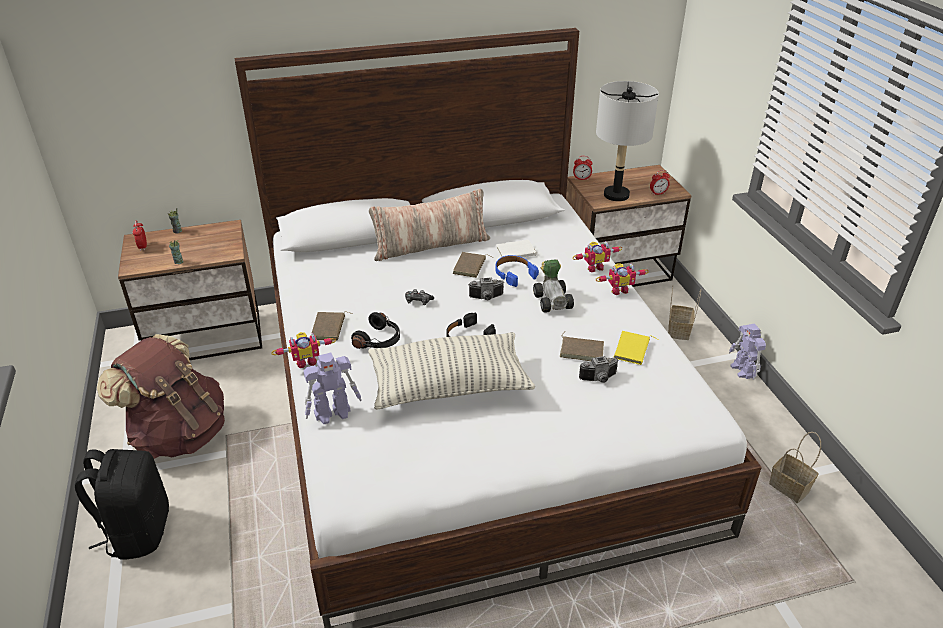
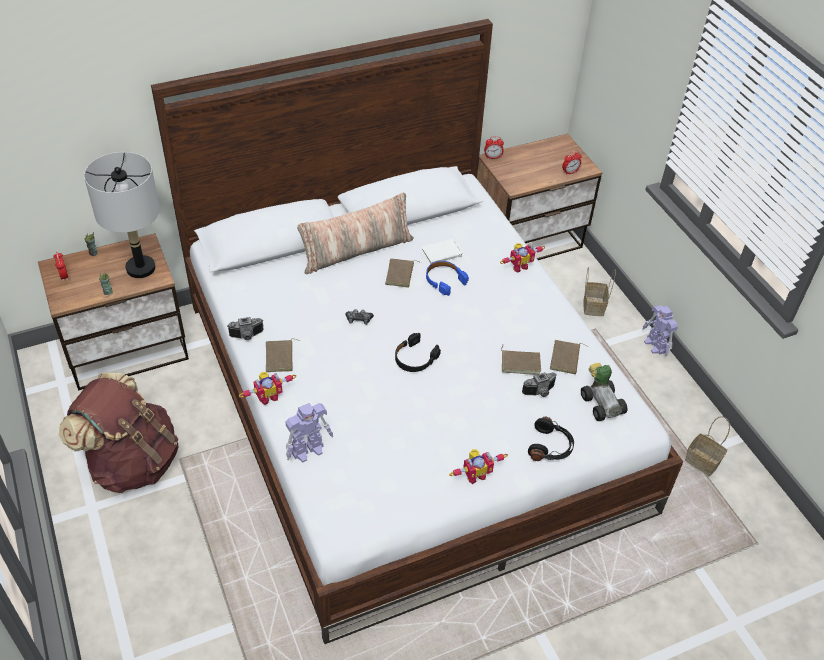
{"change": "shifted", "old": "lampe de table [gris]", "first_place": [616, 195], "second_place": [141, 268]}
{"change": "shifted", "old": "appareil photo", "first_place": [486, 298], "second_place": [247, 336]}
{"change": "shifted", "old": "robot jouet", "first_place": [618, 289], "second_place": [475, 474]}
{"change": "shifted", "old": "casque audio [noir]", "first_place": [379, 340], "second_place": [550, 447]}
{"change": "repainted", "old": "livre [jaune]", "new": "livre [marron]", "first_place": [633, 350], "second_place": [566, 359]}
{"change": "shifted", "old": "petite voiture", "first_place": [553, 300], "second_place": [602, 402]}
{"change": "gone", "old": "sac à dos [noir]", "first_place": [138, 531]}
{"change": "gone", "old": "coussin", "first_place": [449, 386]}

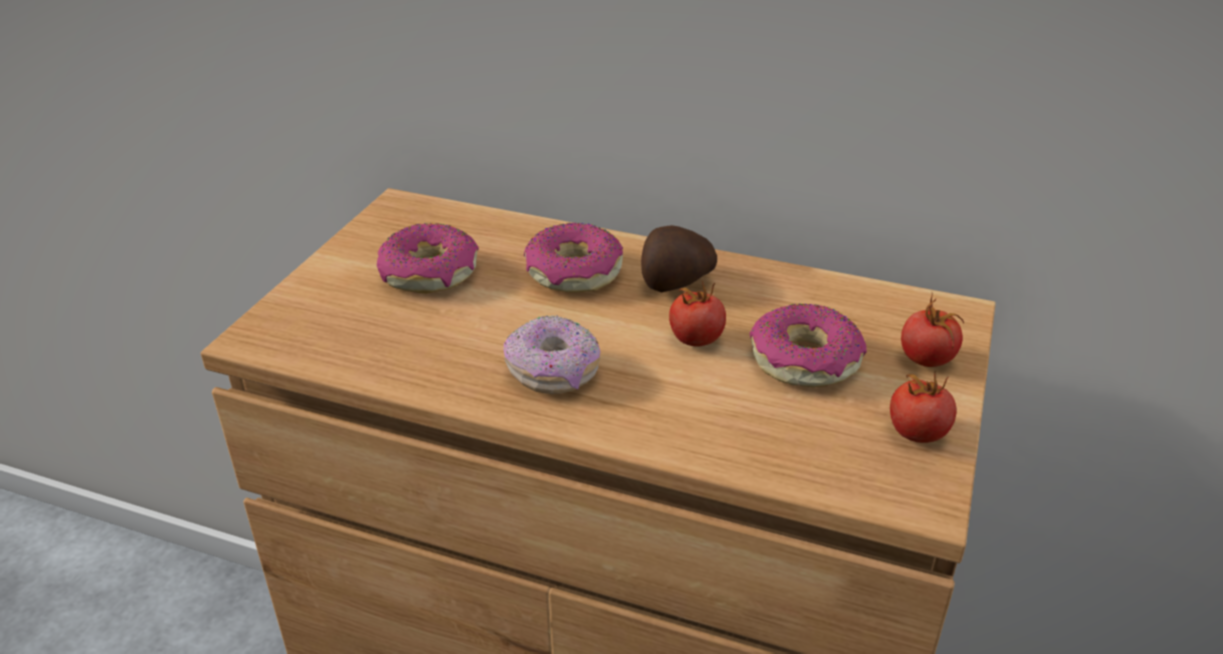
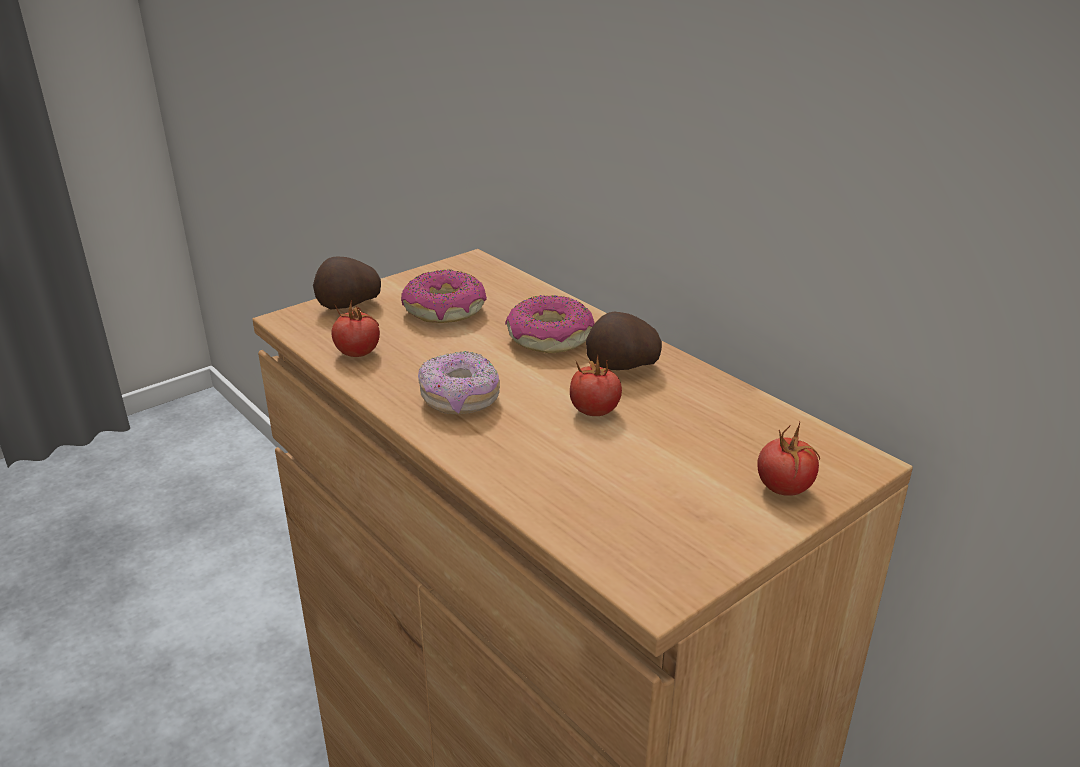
{"change": "new", "new": "pomme de terre", "second_place": [348, 305]}
{"change": "shifted", "old": "tomate", "first_place": [917, 433], "second_place": [358, 353]}
{"change": "gone", "old": "beignet", "first_place": [804, 361]}

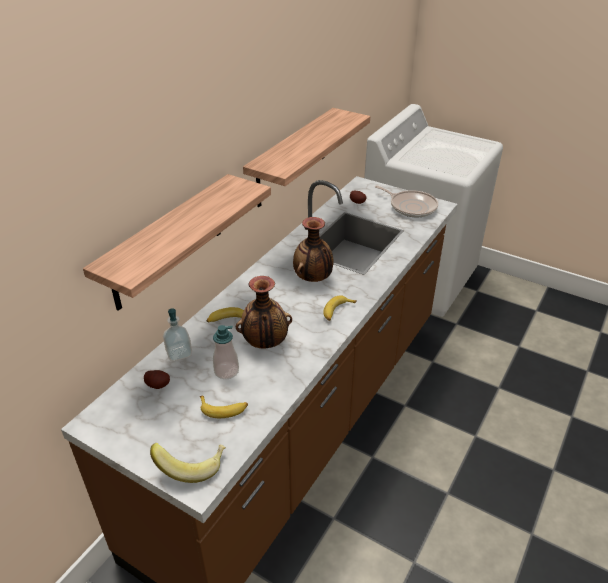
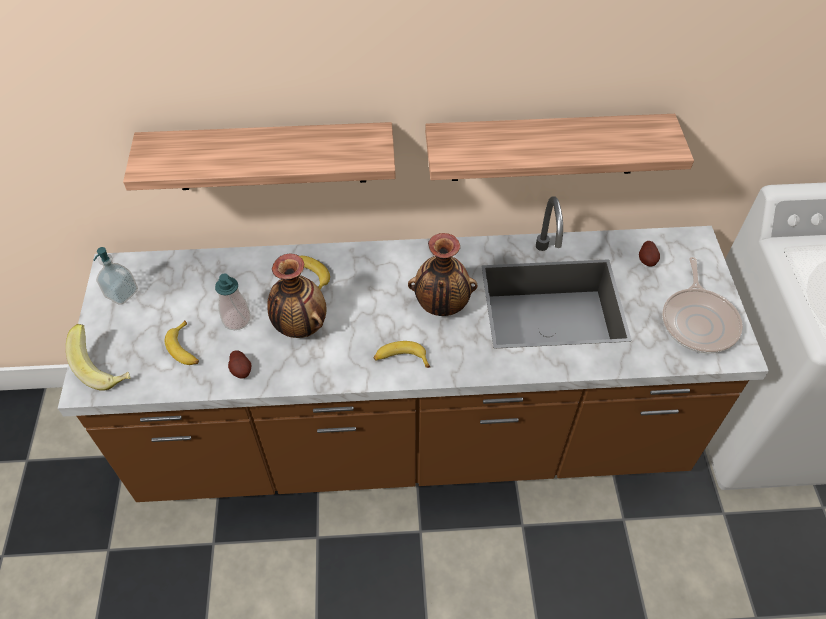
{"change": "shifted", "old": "distributeur de savon", "first_place": [179, 353], "second_place": [121, 293]}
{"change": "shifted", "old": "pomme de terre", "first_place": [158, 384], "second_place": [241, 370]}

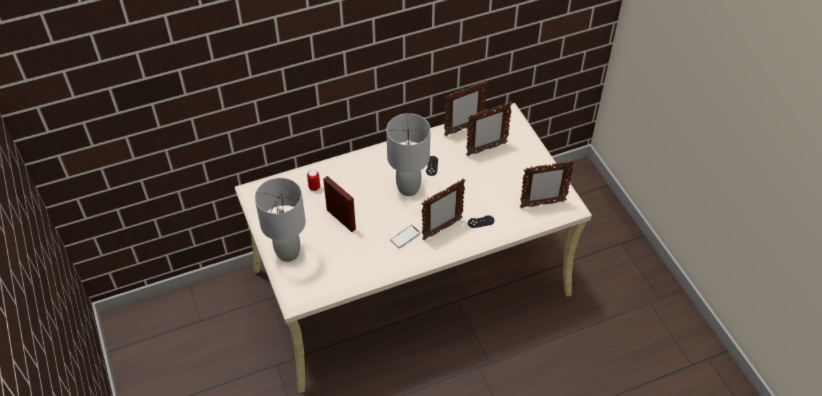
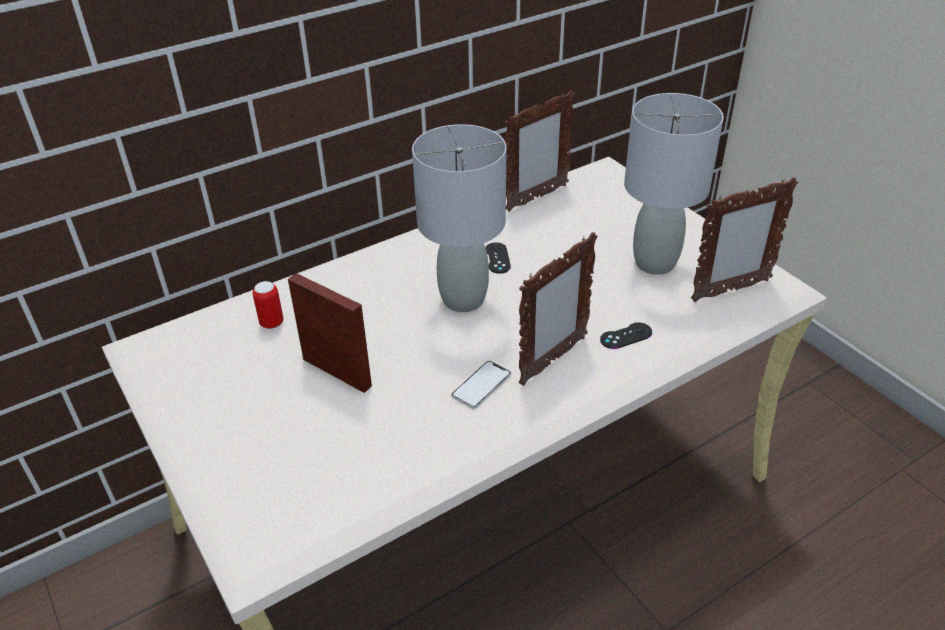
{"change": "shifted", "old": "lampe de table [gris]", "first_place": [288, 253], "second_place": [654, 262]}
{"change": "gone", "old": "cadre photo", "first_place": [486, 149]}

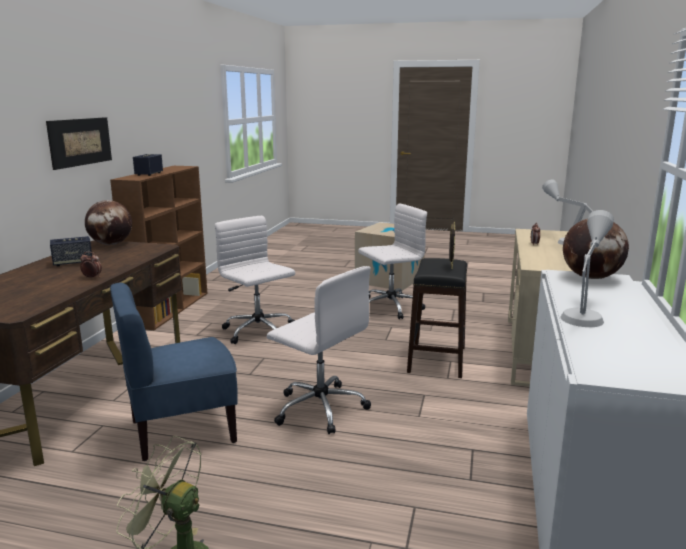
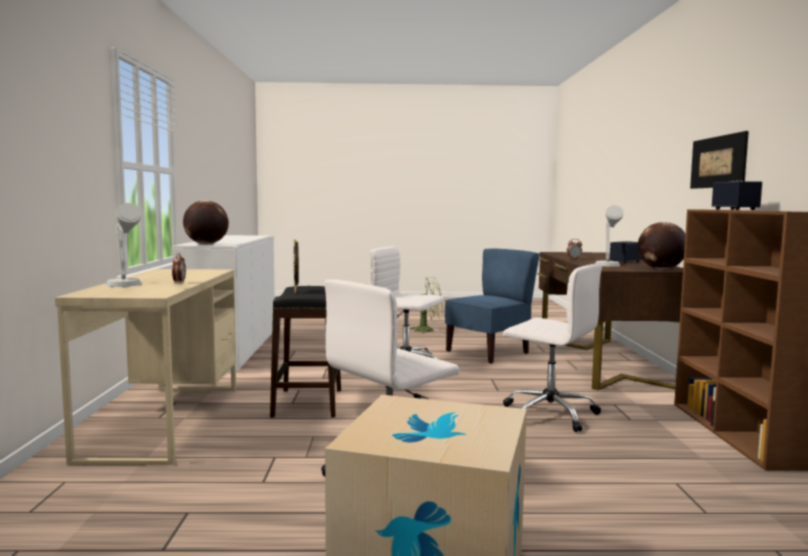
{"change": "shifted", "old": "lampe de table [gris]", "first_place": [585, 313], "second_place": [608, 266]}

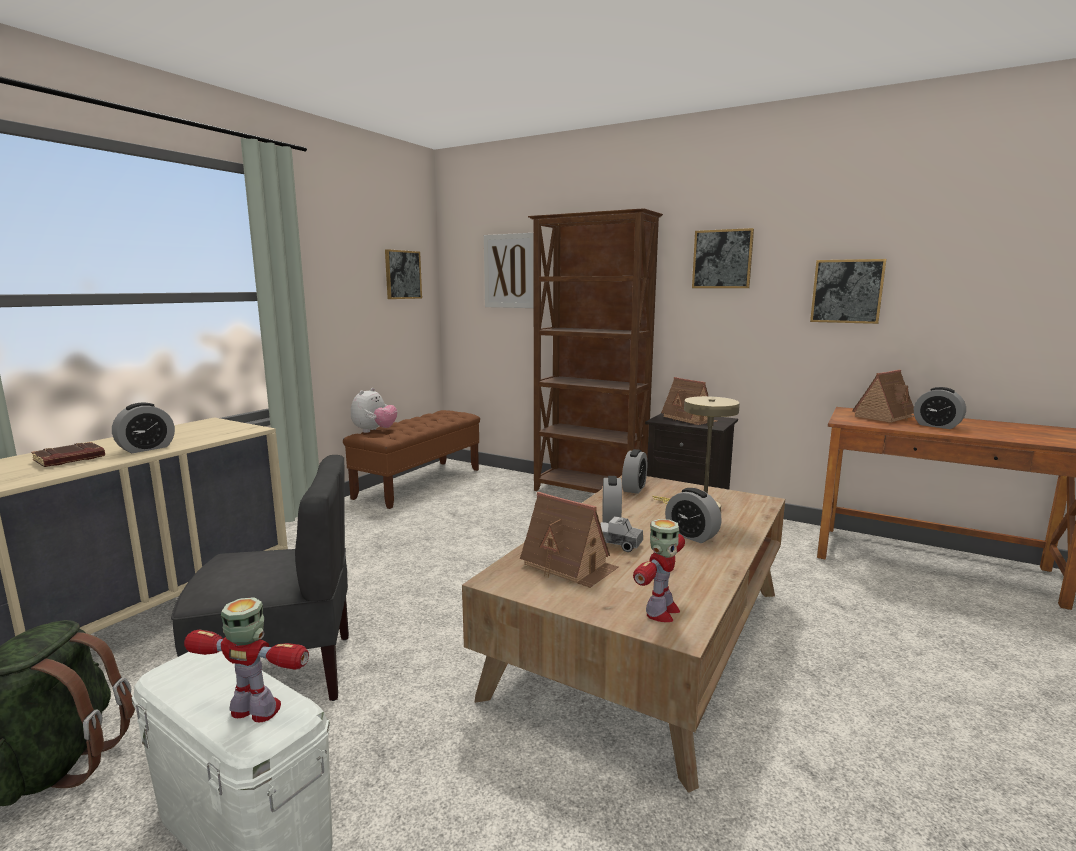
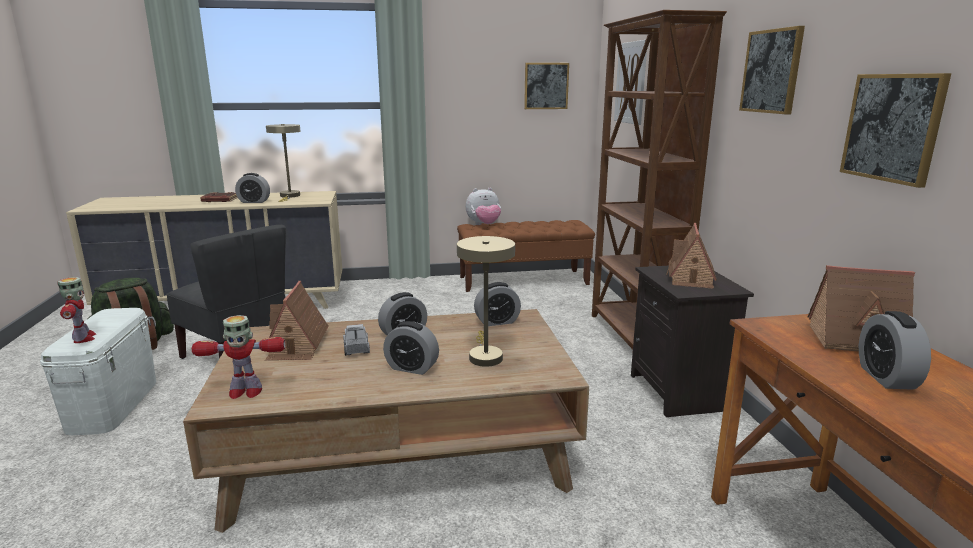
{"change": "new", "new": "lampe de table [beige]", "second_place": [289, 196]}
{"change": "rotated", "old": "réveil", "first_place": [691, 535], "second_place": [412, 368], "degrees": -75}

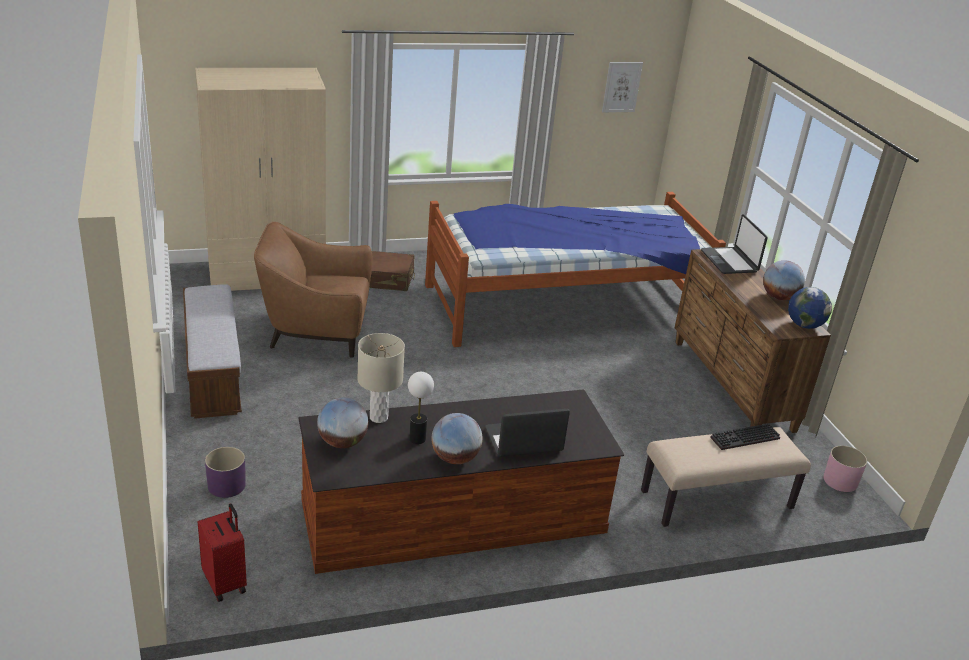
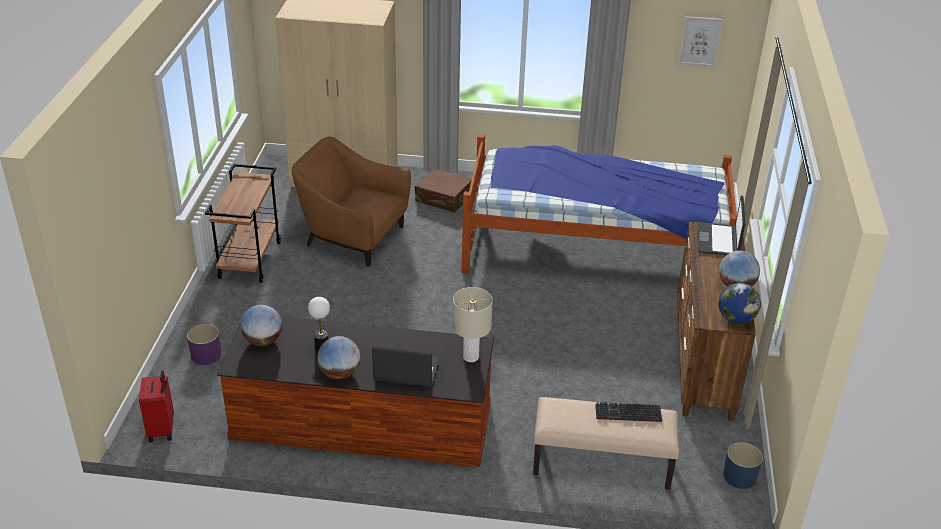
{"change": "swapped", "old": "banc", "new": "chariot [marron]", "first_place": [213, 373], "second_place": [249, 259]}
{"change": "shifted", "old": "lampe de table [beige]", "first_place": [379, 417], "second_place": [471, 357]}
{"change": "repainted", "old": "cache-pot [rose]", "new": "cache-pot [bleu]", "first_place": [840, 481], "second_place": [739, 476]}

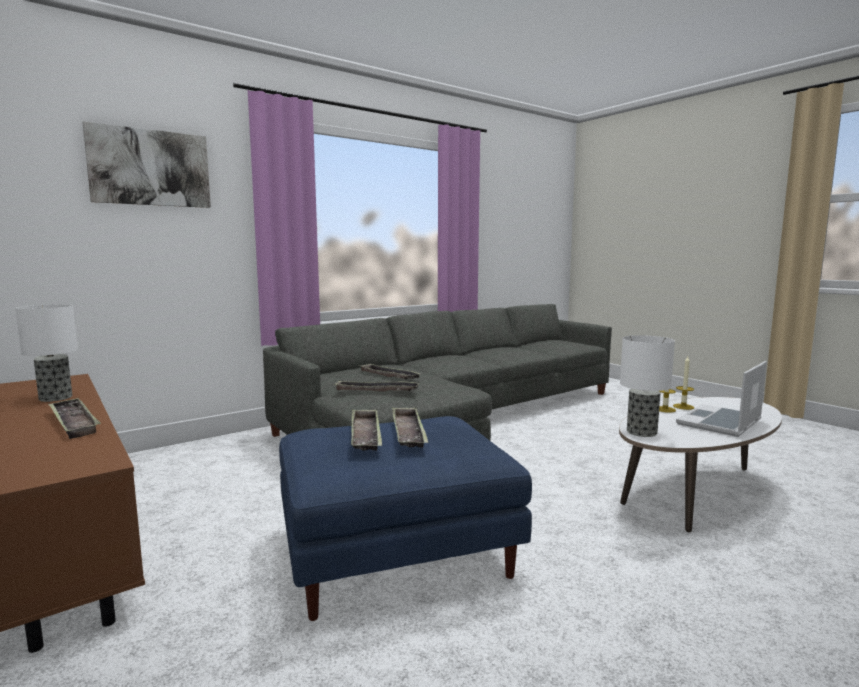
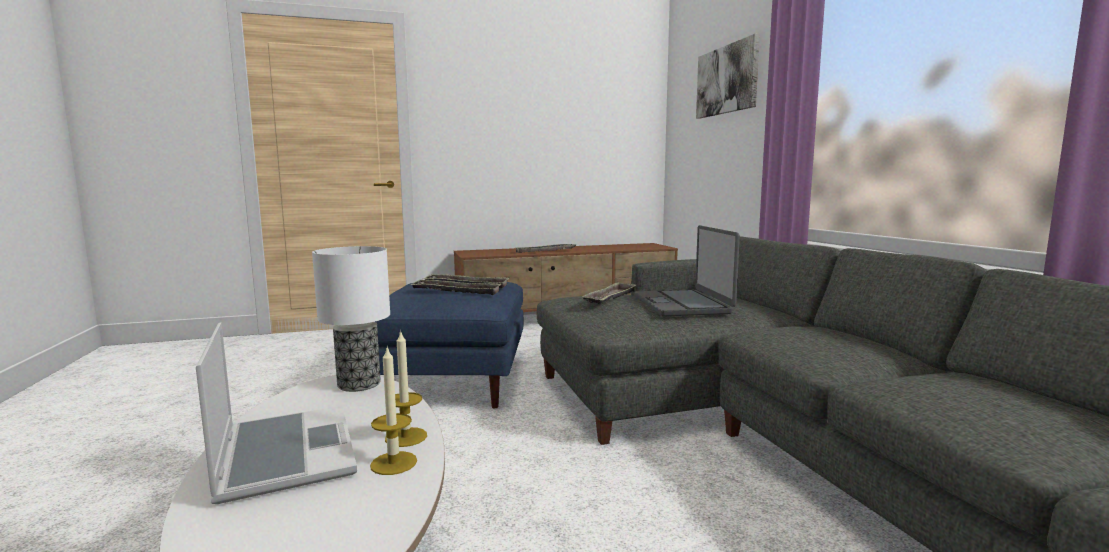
{"change": "swapped", "old": "plateau", "new": "ordinateur portable", "first_place": [389, 375], "second_place": [682, 304]}
{"change": "gone", "old": "lampe de table", "first_place": [55, 398]}

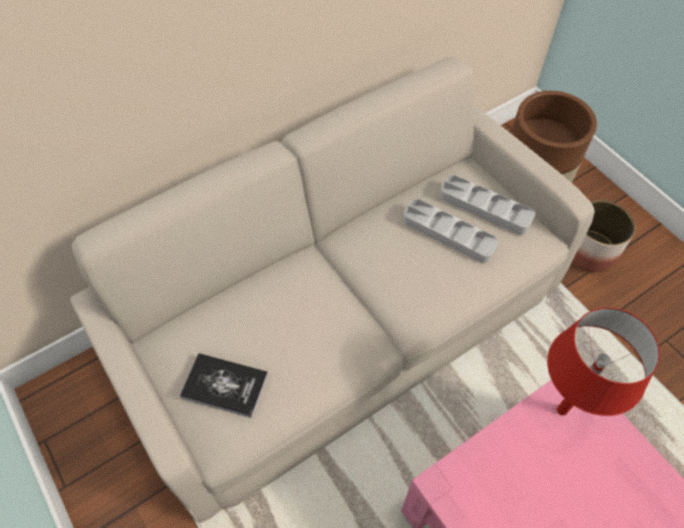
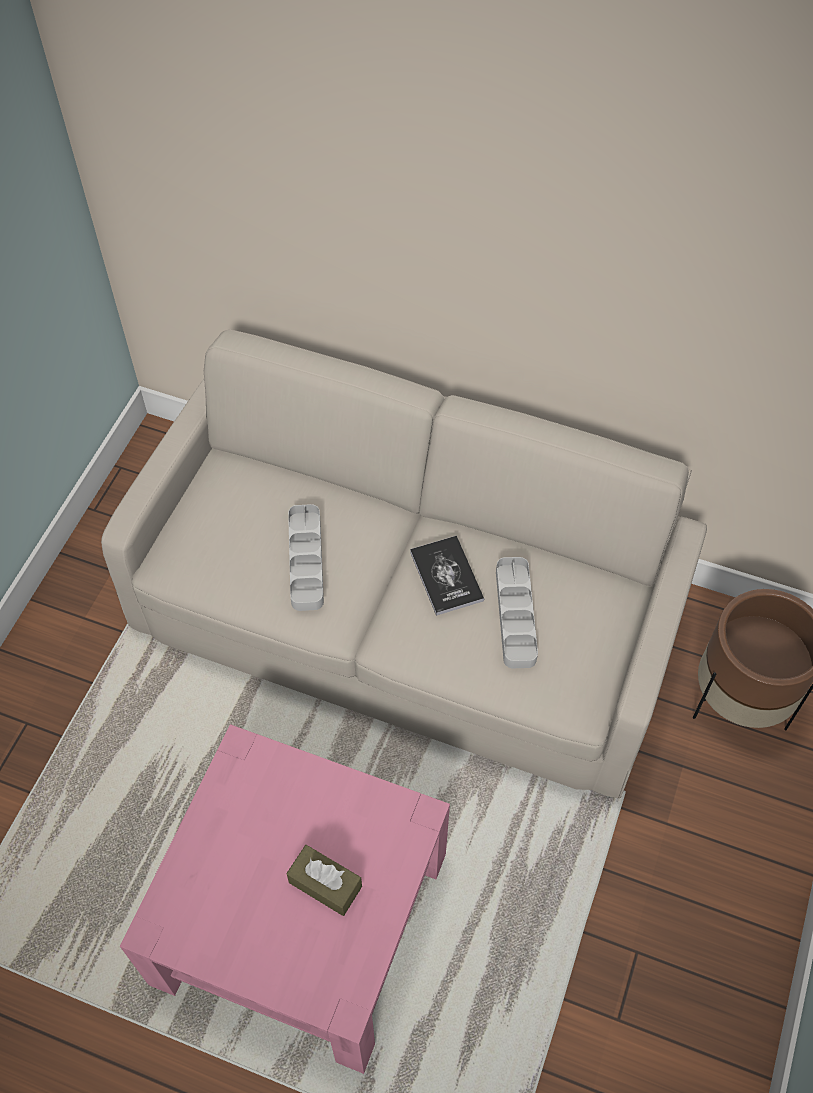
{"change": "new", "new": "boîte à mouchoirs [marron]", "second_place": [325, 884]}
{"change": "shifted", "old": "plateau [gris]", "first_place": [485, 208], "second_place": [306, 560]}
{"change": "shifted", "old": "livre", "first_place": [224, 385], "second_place": [446, 576]}
{"change": "gone", "old": "lampe de table [rouge]", "first_place": [562, 410]}
{"change": "gone", "old": "cache-pot", "first_place": [588, 251]}

